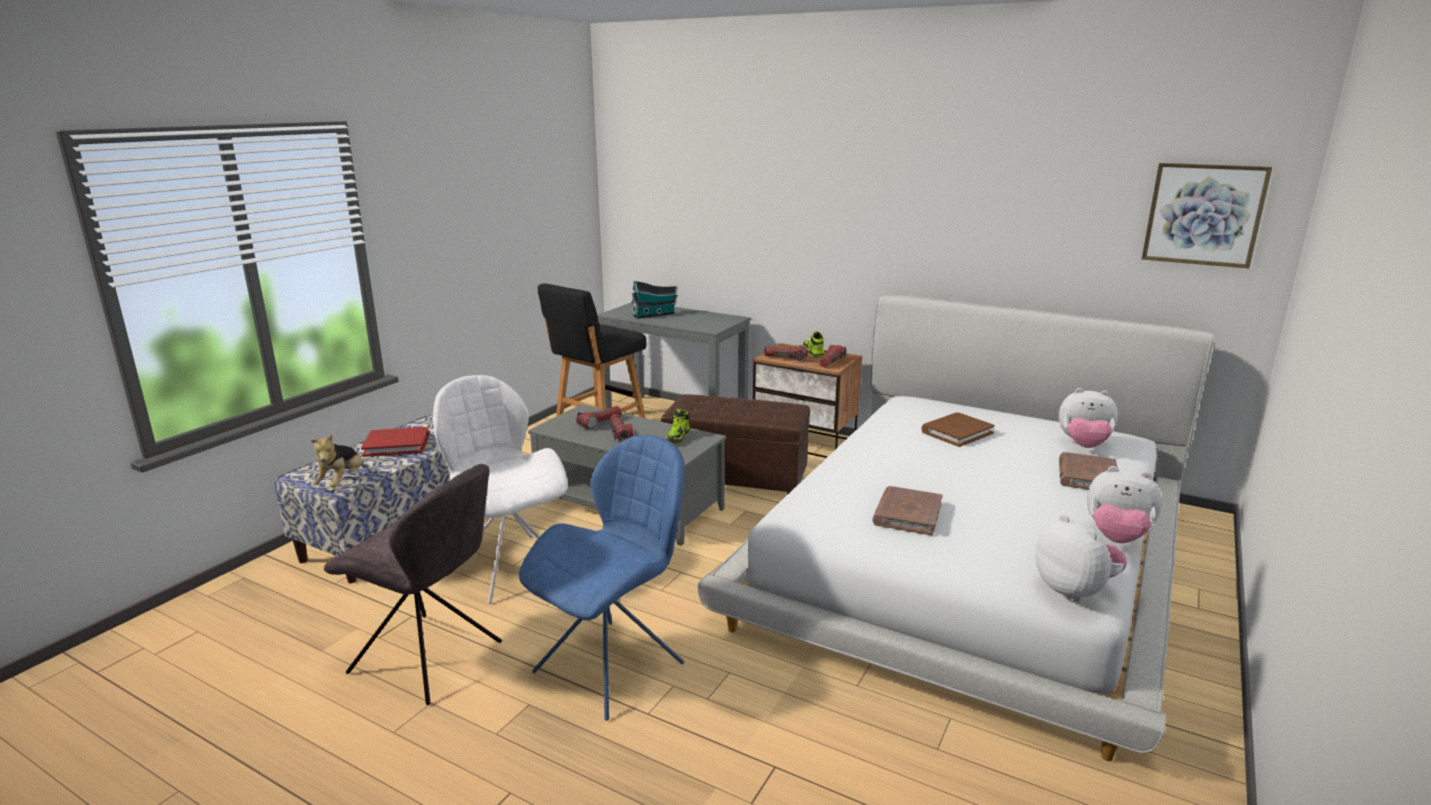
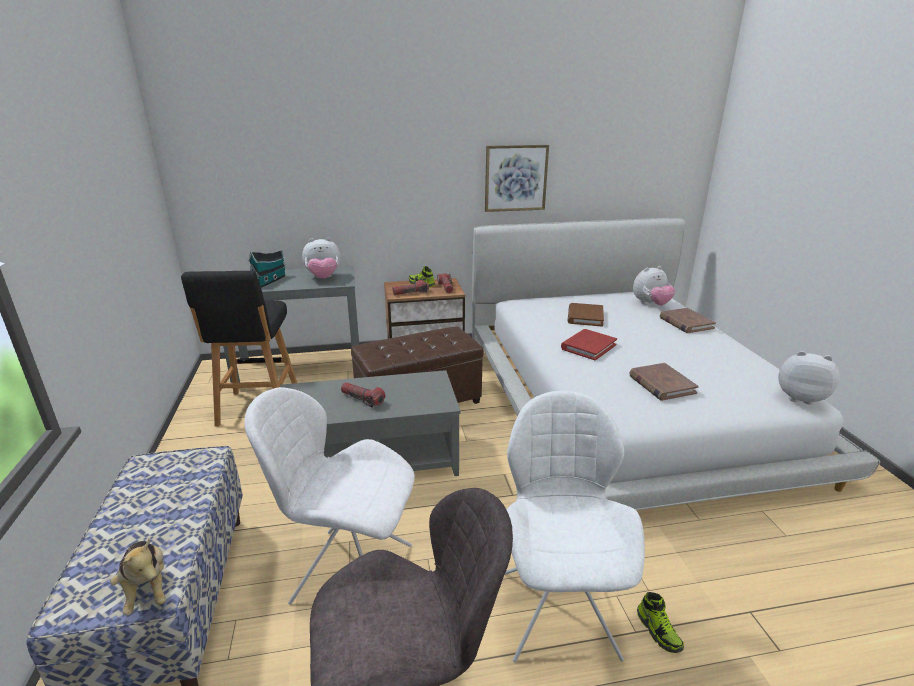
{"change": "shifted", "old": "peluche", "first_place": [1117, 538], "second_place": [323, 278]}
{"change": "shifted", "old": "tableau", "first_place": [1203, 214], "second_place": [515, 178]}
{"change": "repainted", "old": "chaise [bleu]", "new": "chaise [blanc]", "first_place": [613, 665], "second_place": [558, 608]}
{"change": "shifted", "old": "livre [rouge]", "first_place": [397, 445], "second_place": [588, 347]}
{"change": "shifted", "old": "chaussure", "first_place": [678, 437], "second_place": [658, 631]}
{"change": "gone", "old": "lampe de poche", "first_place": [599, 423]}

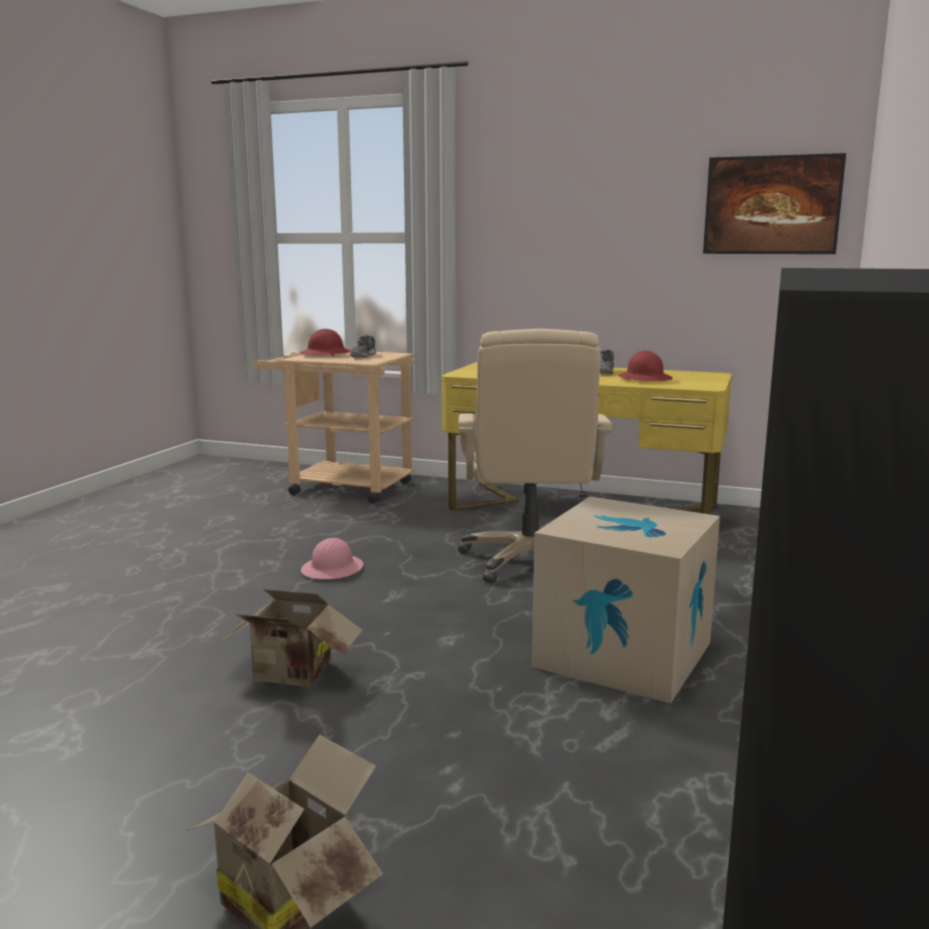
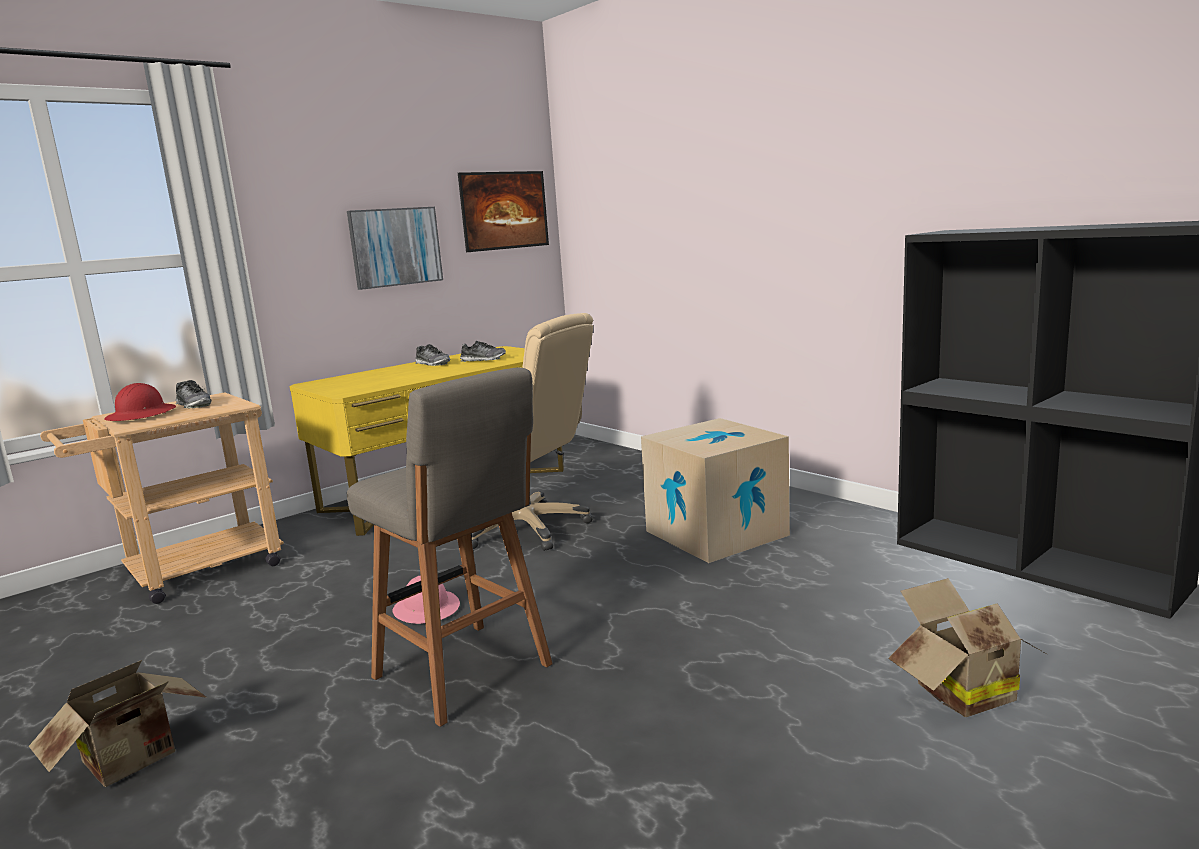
{"change": "shifted", "old": "carton", "first_place": [292, 676], "second_place": [135, 761]}
{"change": "new", "new": "tableau", "second_place": [395, 247]}
{"change": "new", "new": "tabouret [gris]", "second_place": [465, 673]}
{"change": "swapped", "old": "casque de chantier [rouge]", "new": "chaussure", "first_place": [645, 378], "second_place": [483, 360]}

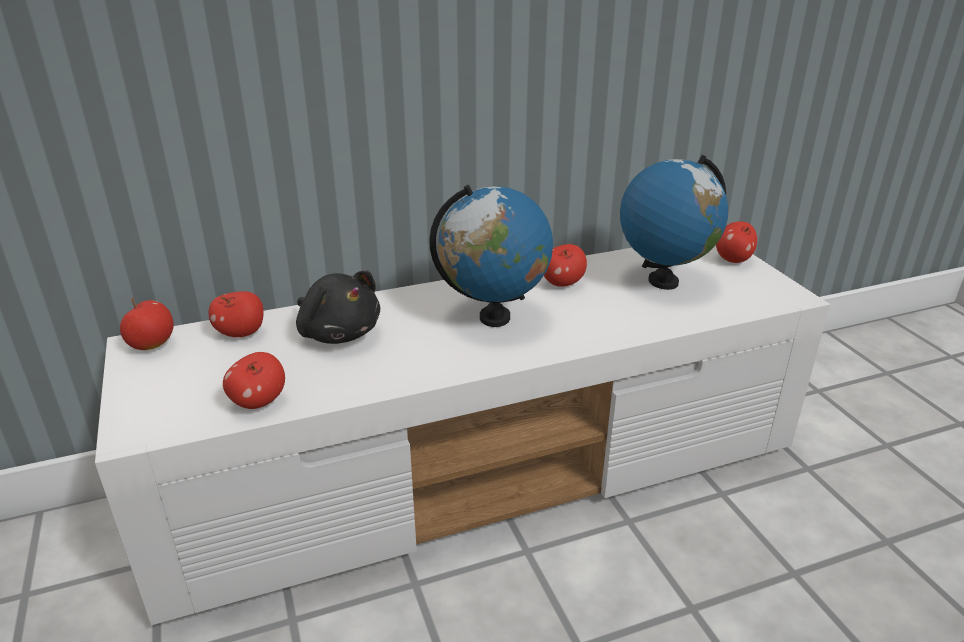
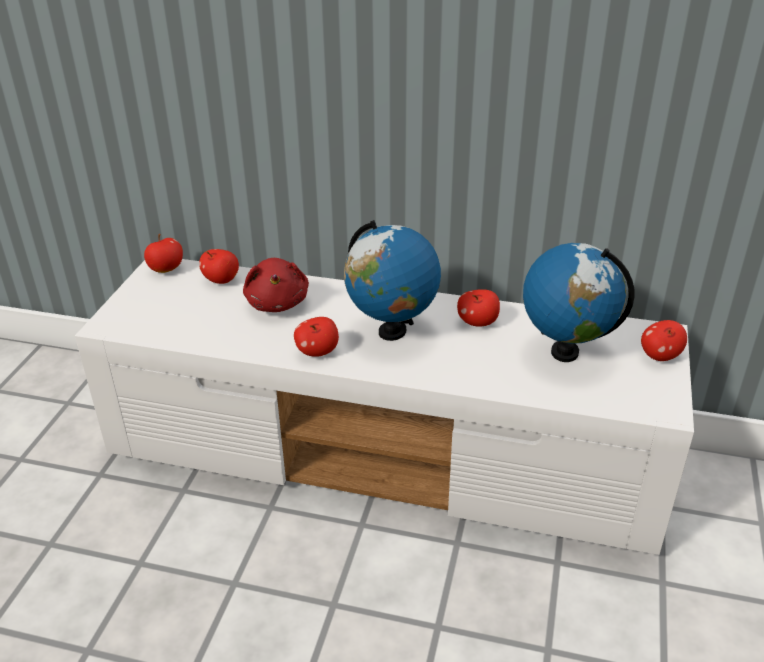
{"change": "repainted", "old": "peluche [noir]", "new": "peluche [rouge]", "first_place": [338, 333], "second_place": [277, 303]}
{"change": "shifted", "old": "pomme", "first_place": [258, 402], "second_place": [317, 352]}

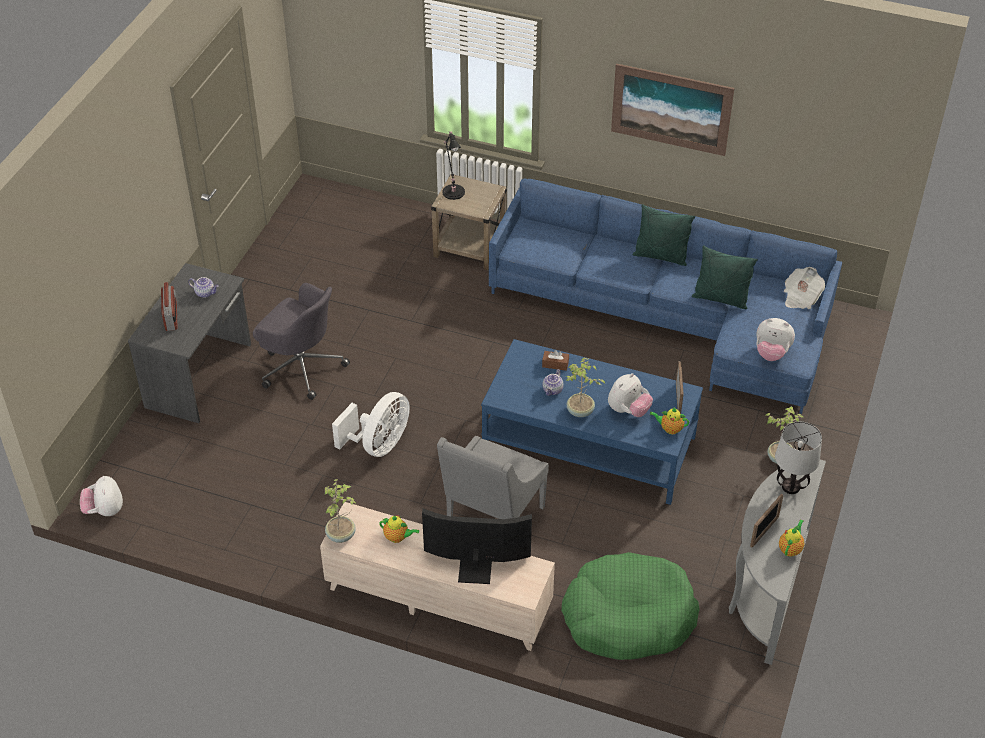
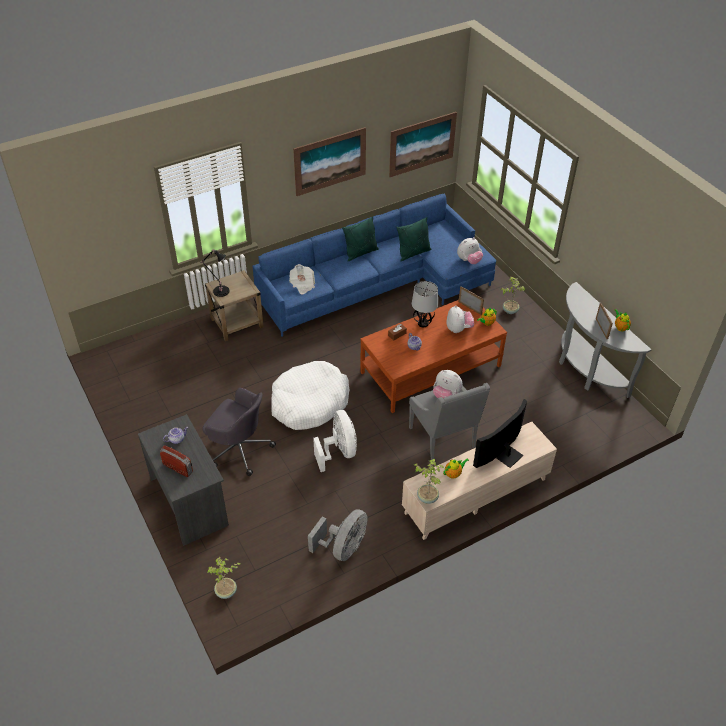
{"change": "rotated", "old": "chaise de bureau [gris]", "first_place": [301, 366], "second_place": [239, 449], "degrees": 45}
{"change": "shifted", "old": "plante en pot", "first_place": [580, 412], "second_place": [226, 592]}
{"change": "new", "new": "panier pour chien [blanc]", "second_place": [309, 403]}
{"change": "shifted", "old": "journal", "first_place": [800, 297], "second_place": [302, 285]}
{"change": "new", "new": "ventilateur [gris]", "second_place": [343, 548]}
{"change": "repainted", "old": "table basse [bleu]", "new": "table basse [marron]", "first_place": [589, 445], "second_place": [431, 369]}
{"change": "new", "new": "tableau", "second_place": [422, 144]}
{"change": "shifted", "old": "lampe de table", "first_place": [791, 487], "second_place": [423, 323]}
{"change": "shifted", "old": "peluche", "first_place": [104, 510], "second_place": [446, 395]}
{"change": "gone", "old": "panier pour chien [vert]", "first_place": [628, 617]}

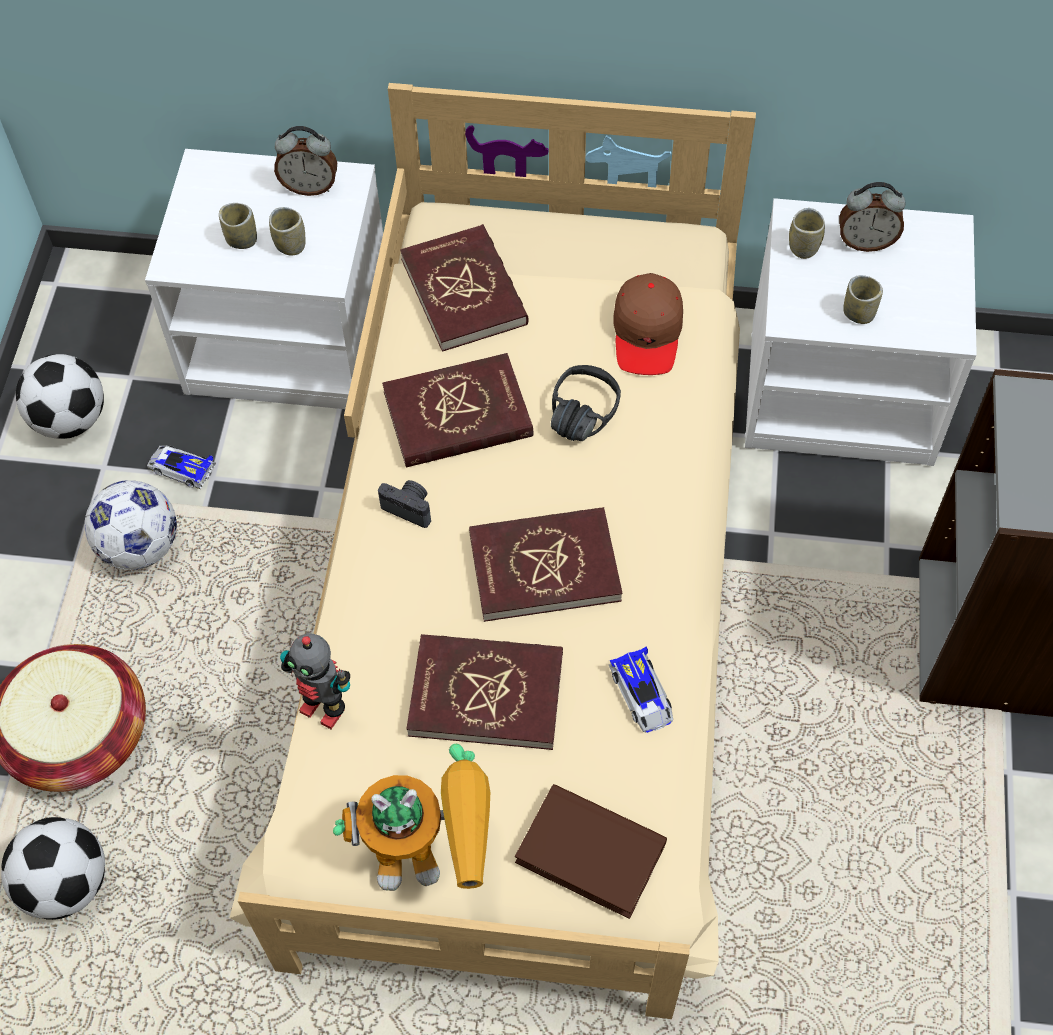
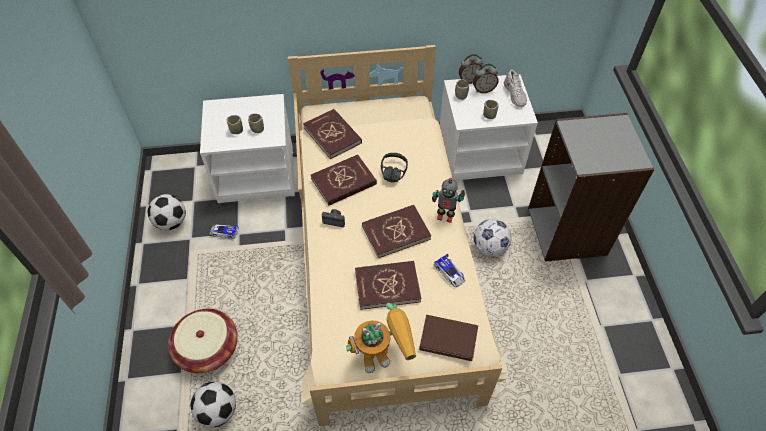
{"change": "shifted", "old": "robot jouet", "first_place": [324, 708], "second_place": [445, 216]}
{"change": "shifted", "old": "réveil", "first_place": [310, 186], "second_place": [469, 80]}
{"change": "shifted", "old": "ballon de foot", "first_place": [141, 547], "second_place": [490, 247]}
{"change": "new", "new": "chaussure [blanc]", "second_place": [515, 94]}
{"change": "gone", "old": "casquette [marron]", "first_place": [647, 333]}

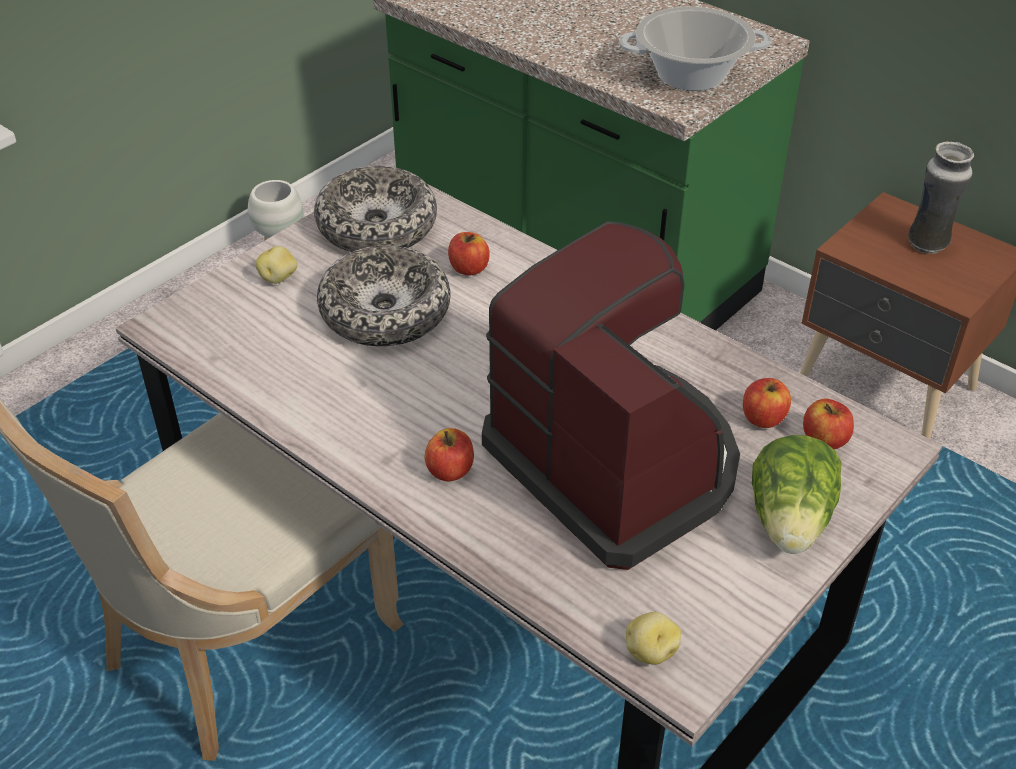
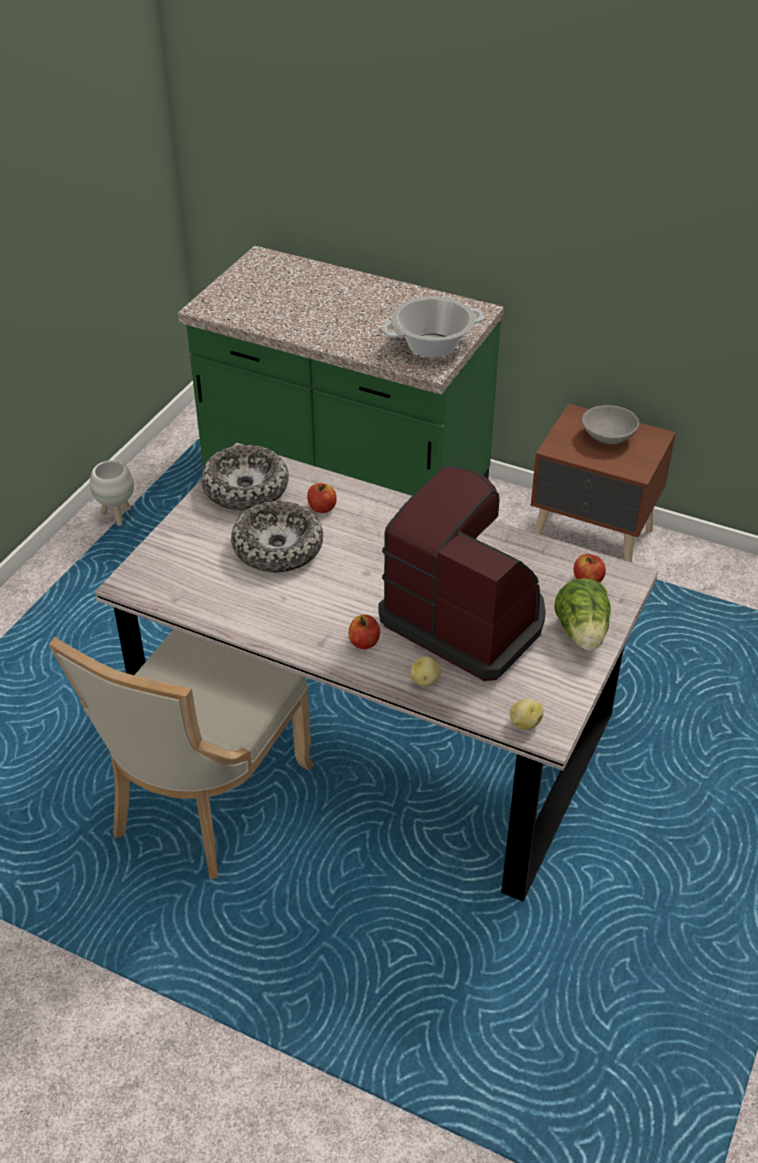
{"change": "shifted", "old": "pomme de terre", "first_place": [279, 278], "second_place": [425, 680]}
{"change": "swapped", "old": "vase", "new": "bol [gris]", "first_place": [928, 244], "second_place": [608, 437]}
{"change": "gone", "old": "pomme", "first_place": [763, 418]}

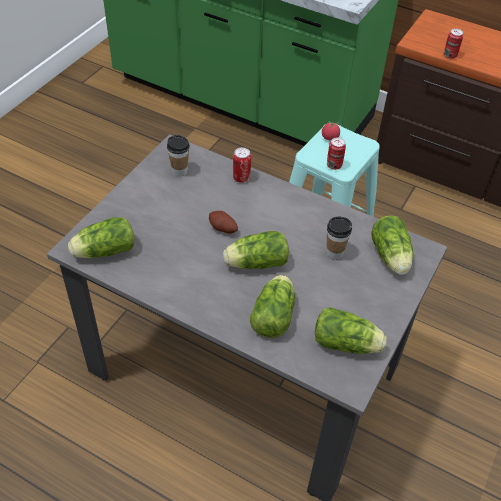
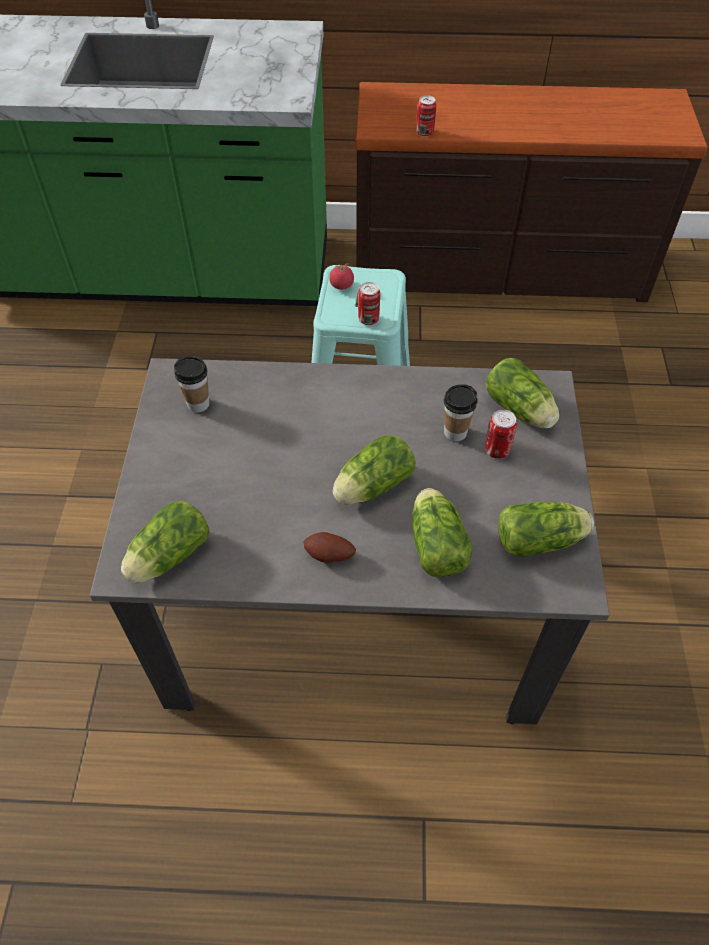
{"change": "shifted", "old": "pomme de terre", "first_place": [222, 229], "second_place": [329, 556]}
{"change": "shifted", "old": "boîte métallique", "first_place": [241, 178], "second_place": [497, 450]}

